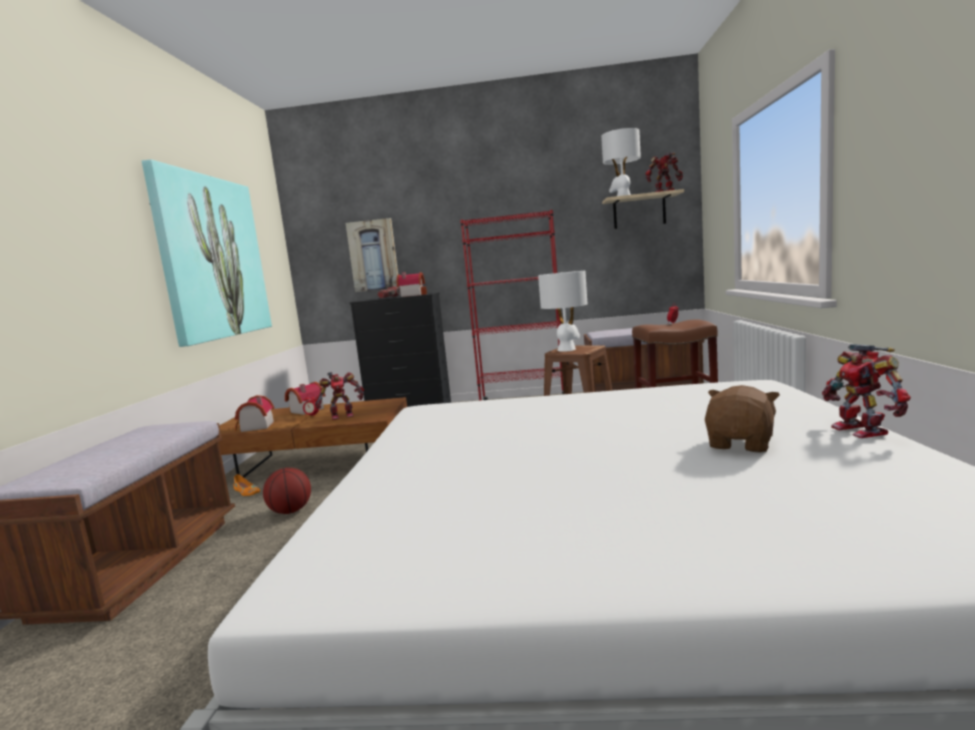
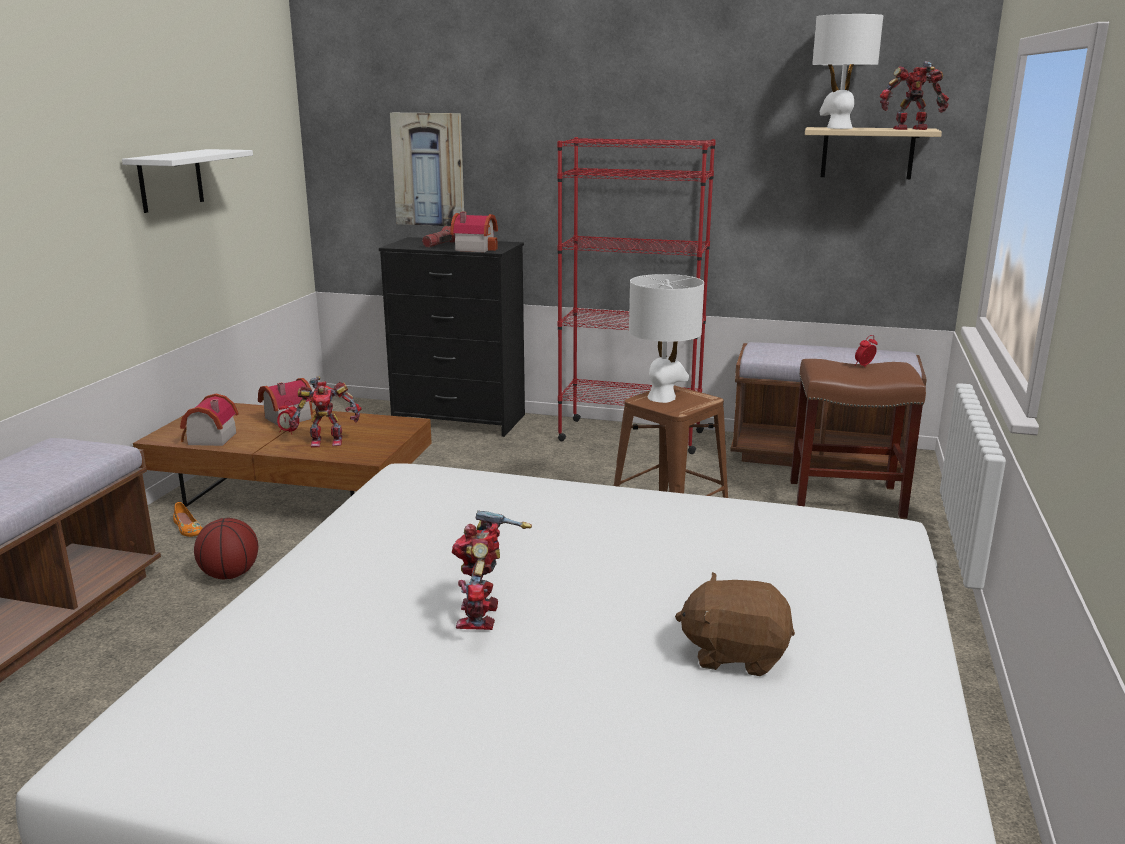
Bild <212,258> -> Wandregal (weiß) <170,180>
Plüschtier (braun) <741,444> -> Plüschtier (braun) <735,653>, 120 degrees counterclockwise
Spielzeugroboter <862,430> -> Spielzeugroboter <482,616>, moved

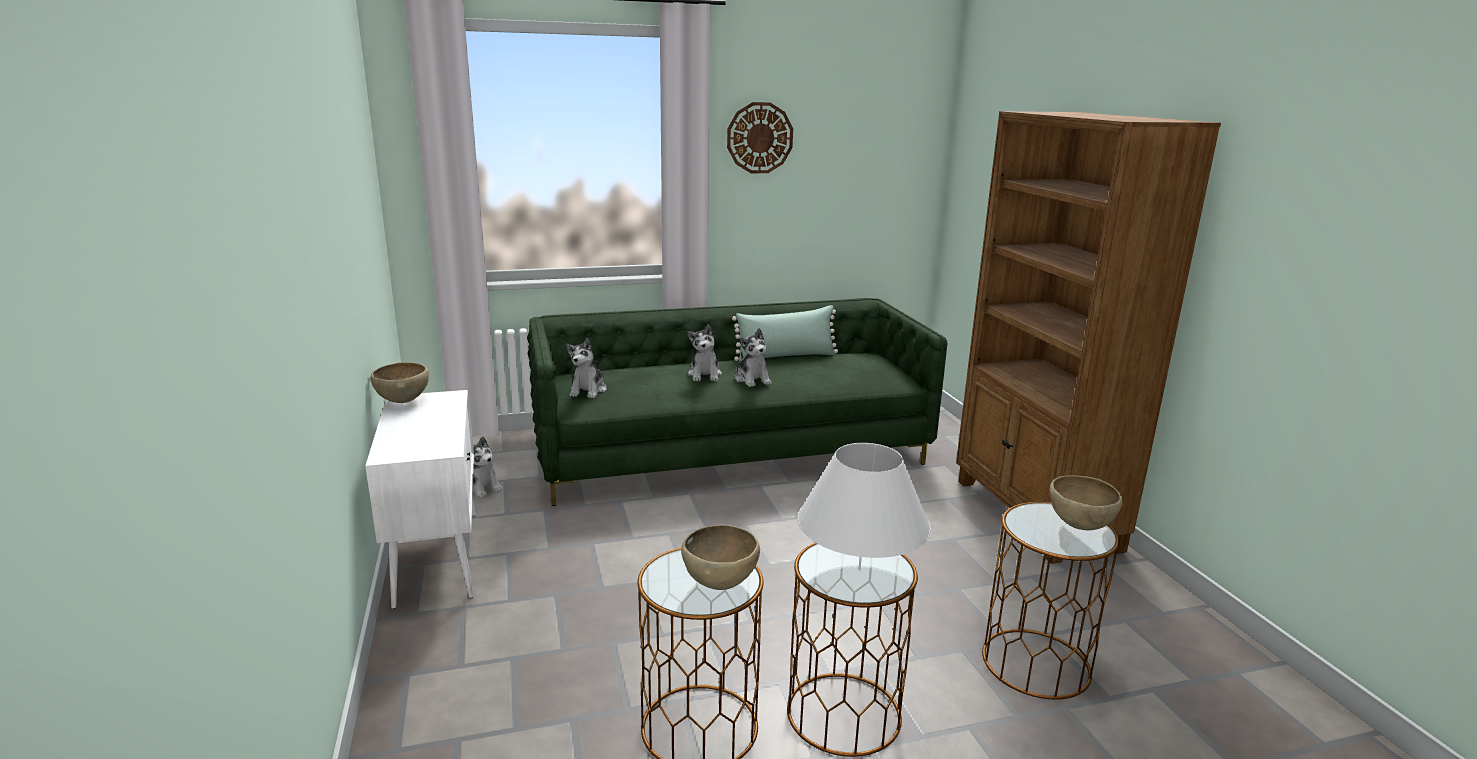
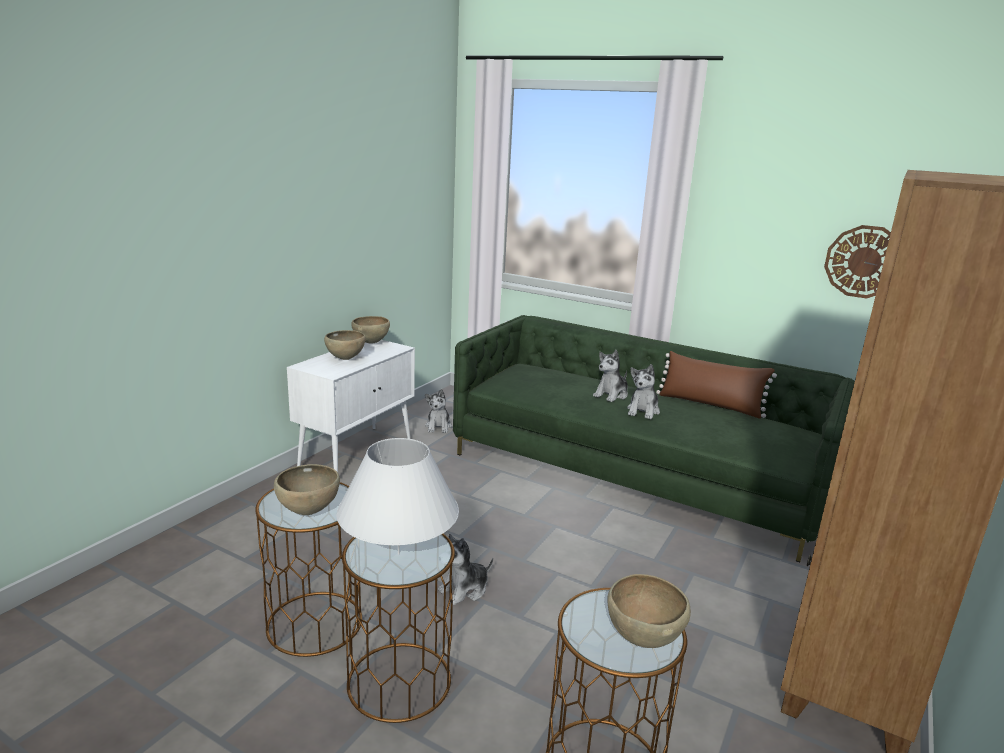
Plüschtier <588,390> -> Plüschtier <464,590>, moved
Wanduhr <759,138> -> Wanduhr <864,261>, moved
Kissen (grün) <786,356> -> Kissen (braun) <710,405>
none -> Schüssel (braun) <346,358>

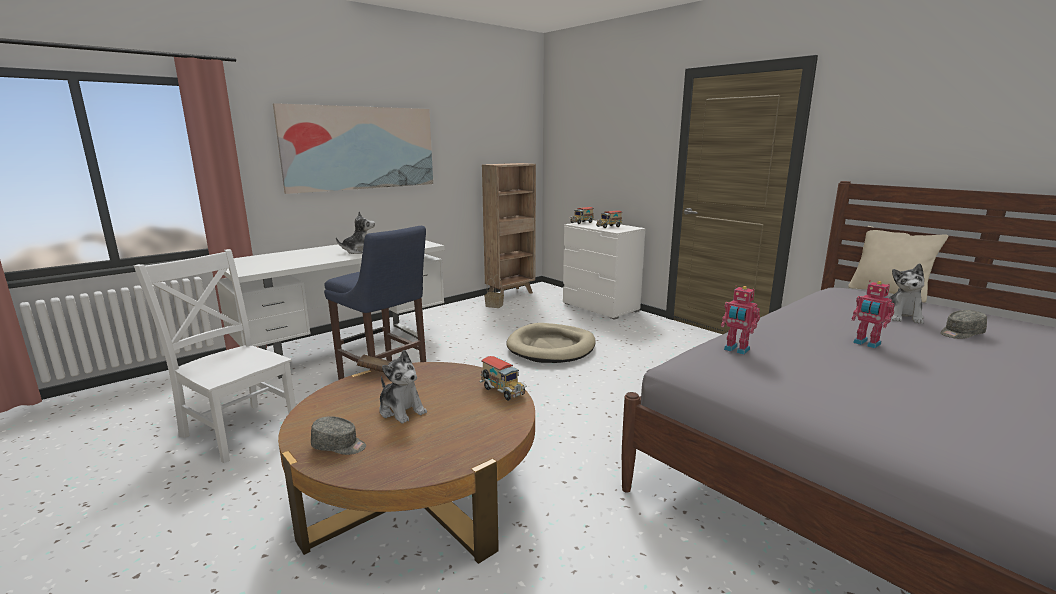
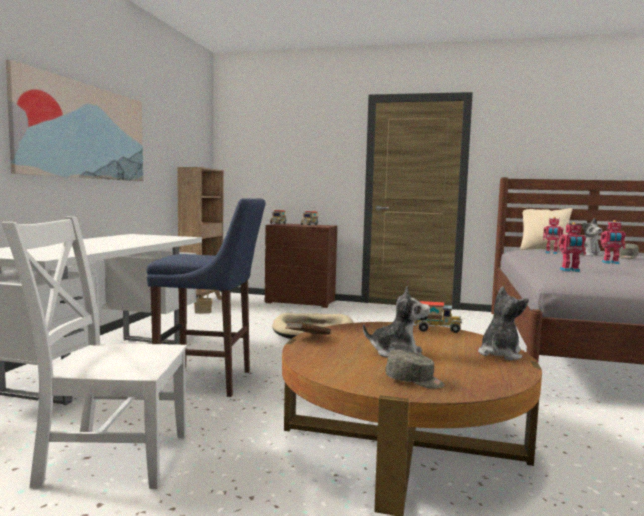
Kappe (grau) <339,446> -> Kappe (grau) <414,381>, 45 degrees clockwise
Plüschtier <359,251> -> Plüschtier <499,354>, moved
Kommode (weiß) <601,307> -> Kommode (braun) <301,302>
none -> Spielzeugroboter <551,253>

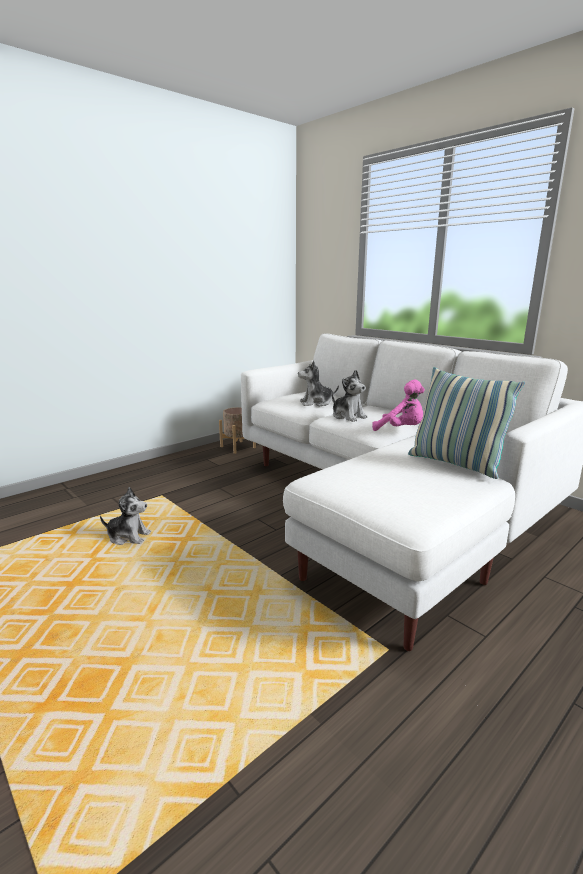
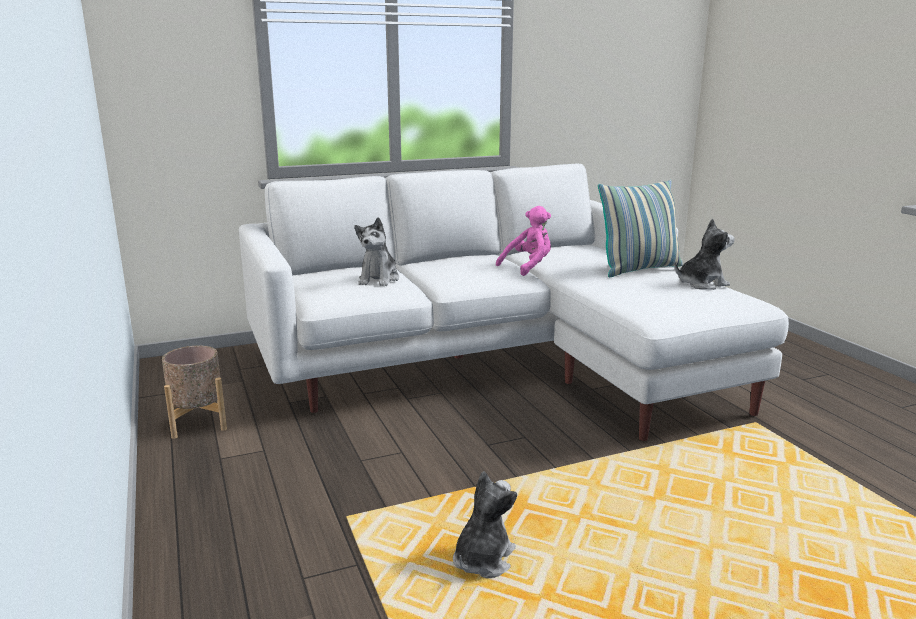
Plüschtier <348,416> -> Plüschtier <701,284>, moved

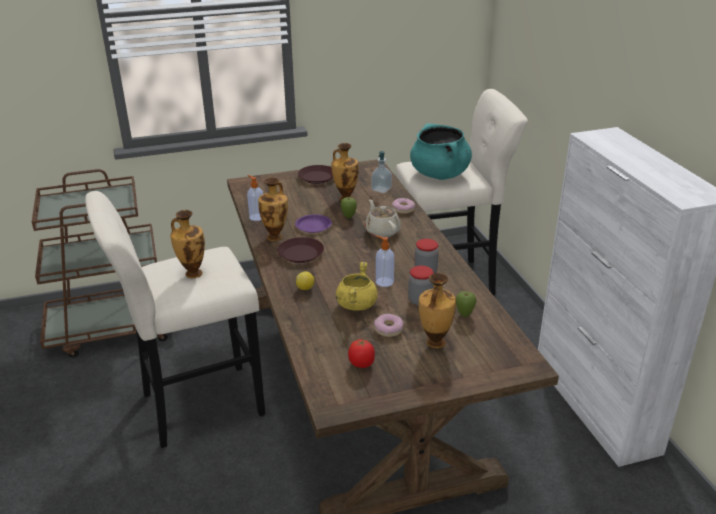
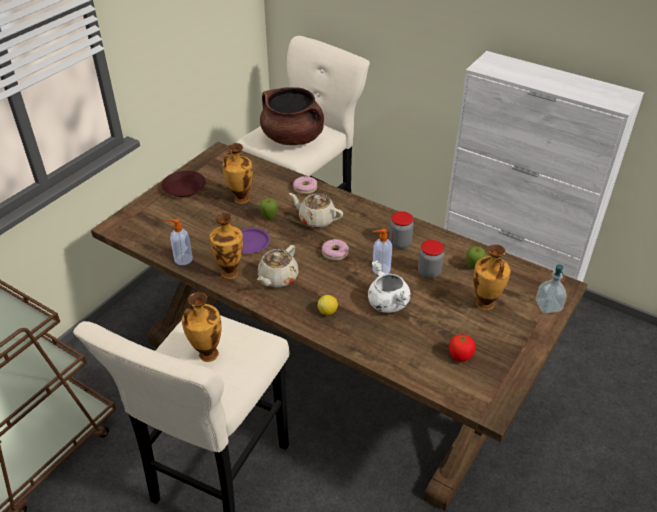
Teller (braun) <301,254> -> Teekanne (beige) <277,278>
Kochtopf (gelb) <356,304> -> Kochtopf (weiß) <387,303>
Seifenspender <381,189> -> Seifenspender <548,306>, moved
Donut <388,329> -> Donut <335,253>, moved
Kochtopf (türkis) <440,174> -> Kochtopf (braun) <293,138>

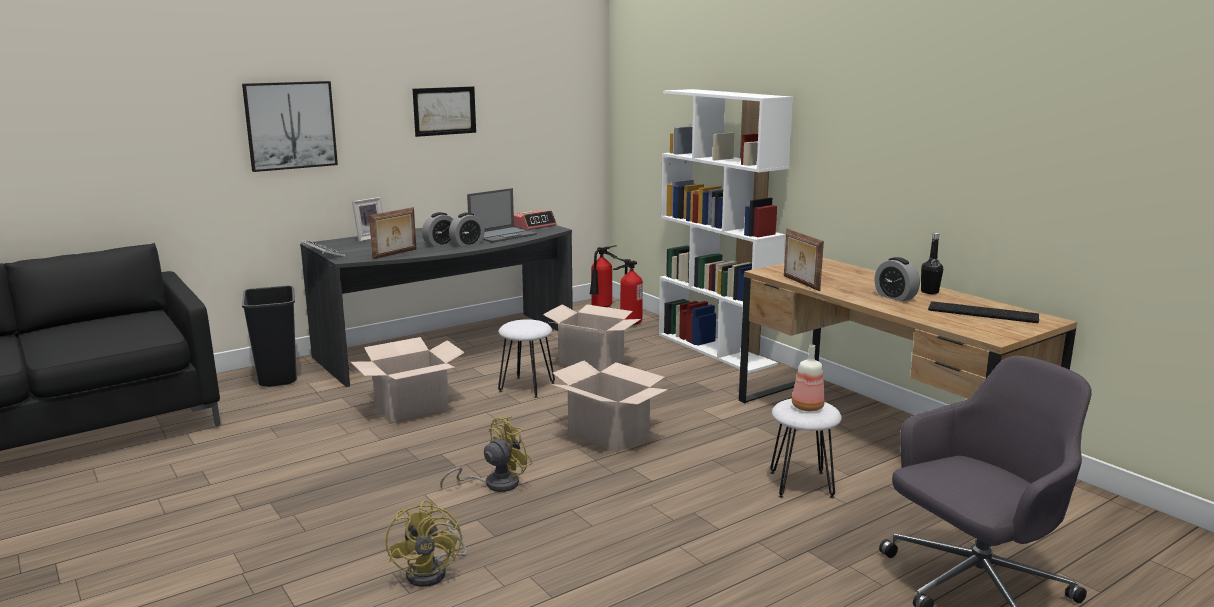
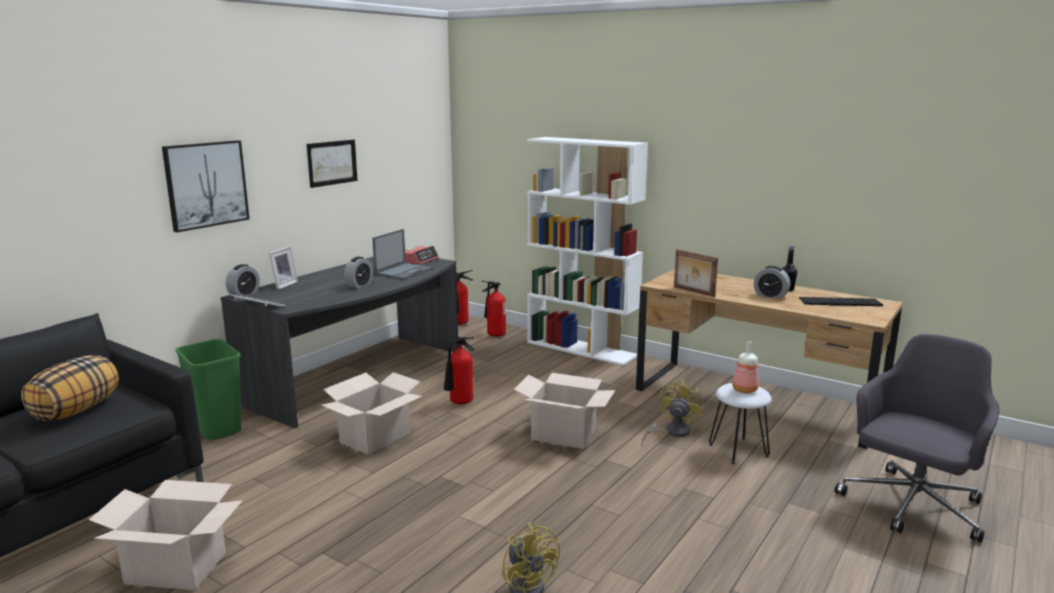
Mülleimer (schwarz) <278,378> -> Mülleimer (grün) <218,429>
Bilderrahmen <395,254> -> none
Ventilator (gelb) <494,484> -> Ventilator (gelb) <672,432>, moved
Wecker <467,244> -> Wecker <244,294>, moved
Hocker (weiß) <526,387> -> Feuerlöscher <460,403>
Karton <591,362> -> Karton <175,568>, moved
none -> Kissen <76,410>

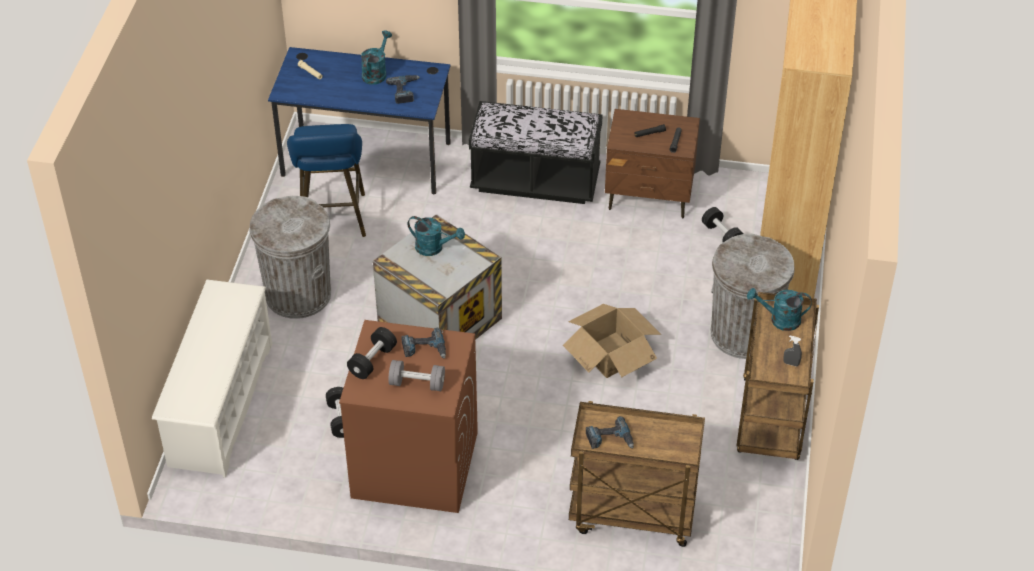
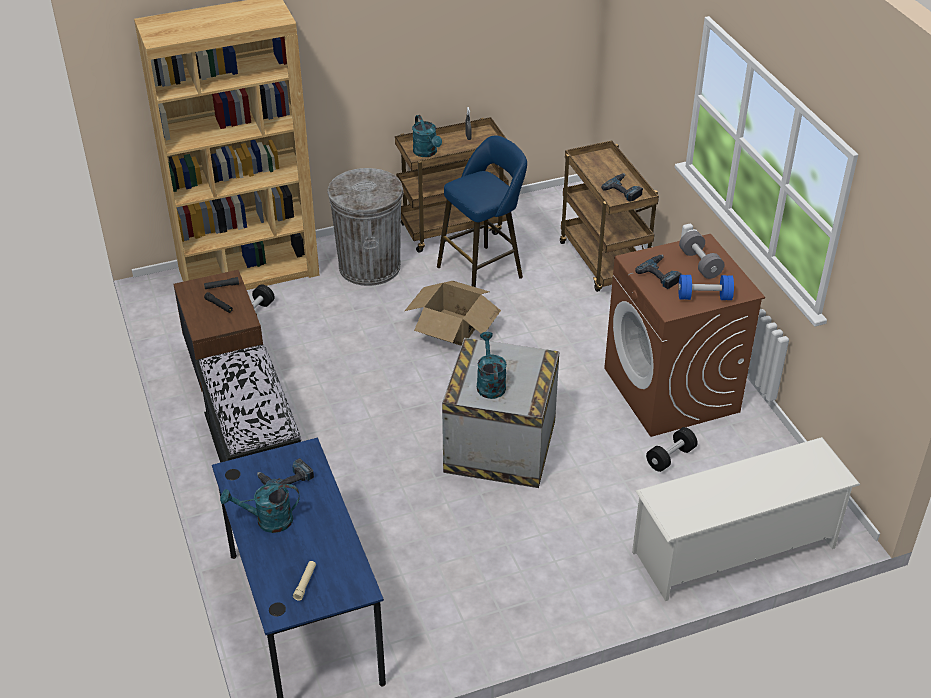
Mülleimer (grau) <298,294> -> none
Hocker (blau) <333,220> -> Hocker (blau) <483,270>, moved
Hantel (schwarz) <372,361> -> Hantel (blau) <704,297>

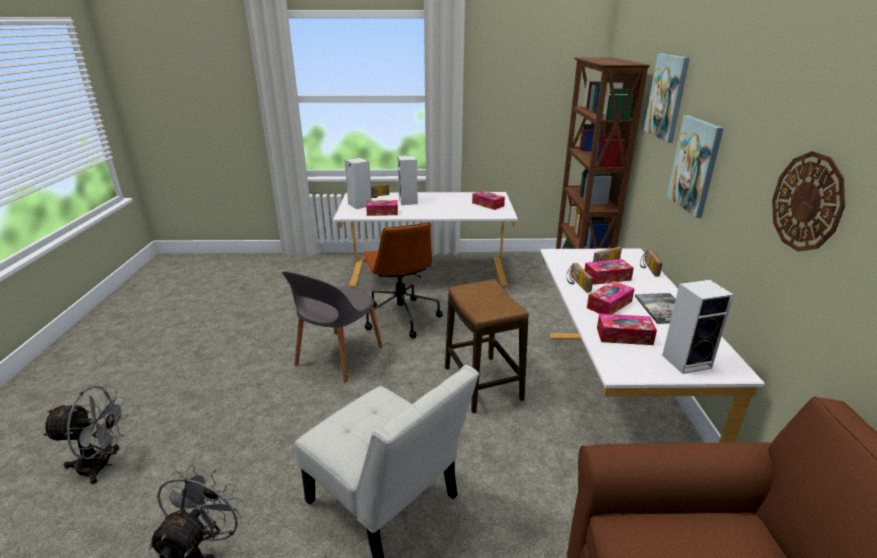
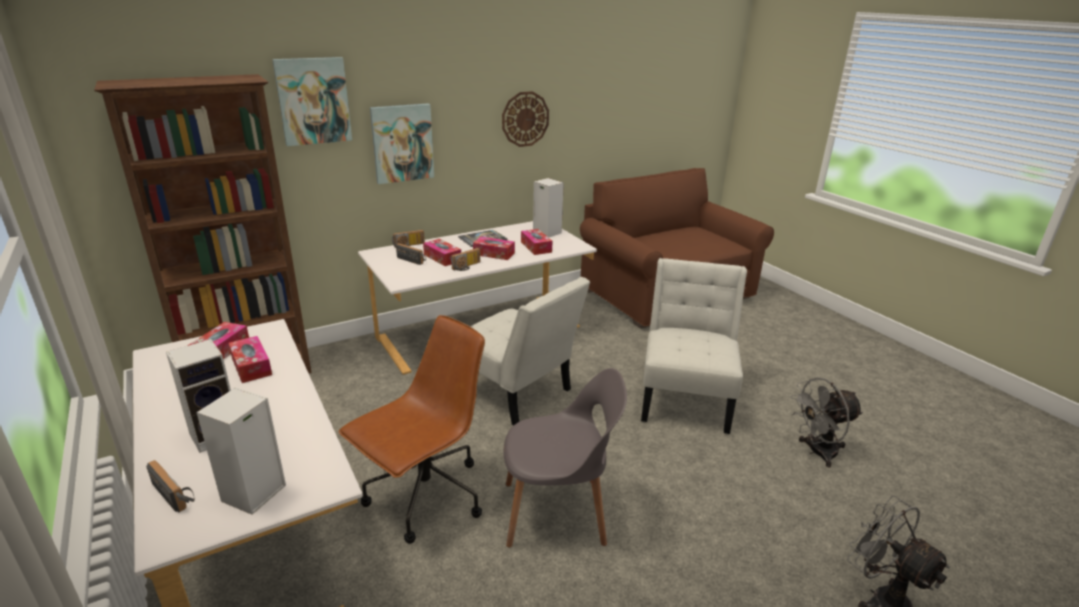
Taschentuchbox <382,212> -> Taschentuchbox <251,366>, moved
Hocker <482,383> -> Stuhl (weiß) <517,394>

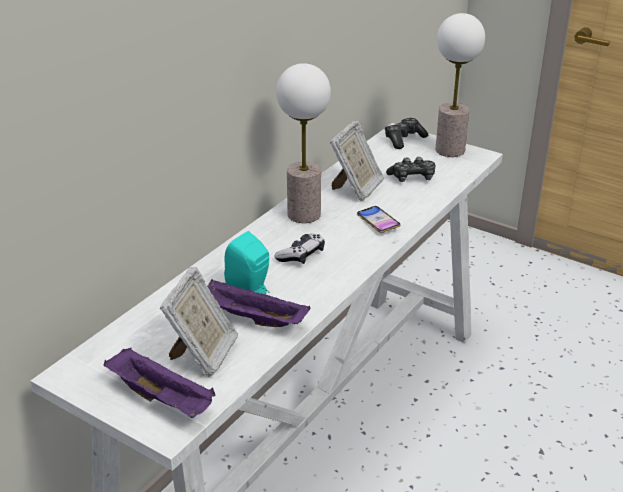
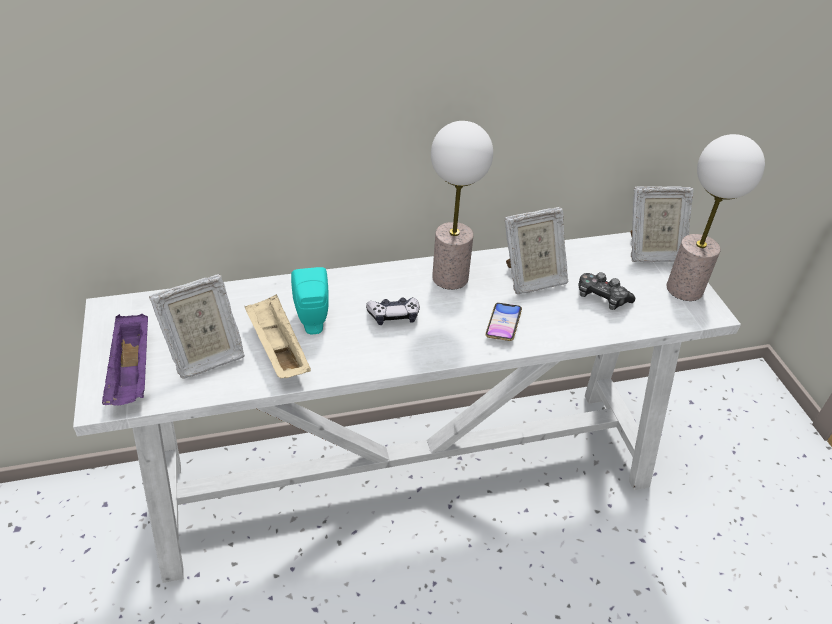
Tablett (lila) <252,319> -> Tablett (beige) <277,349>
Gamepad <404,139> -> Bilderrahmen <651,252>

